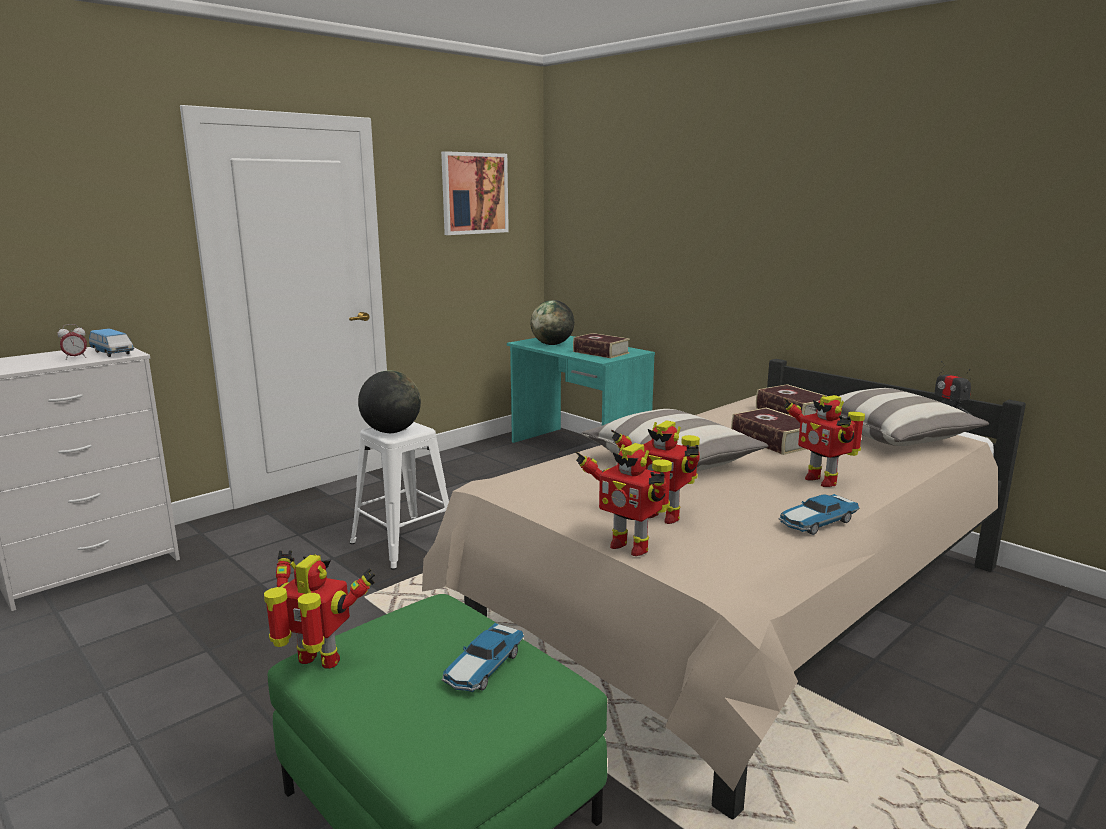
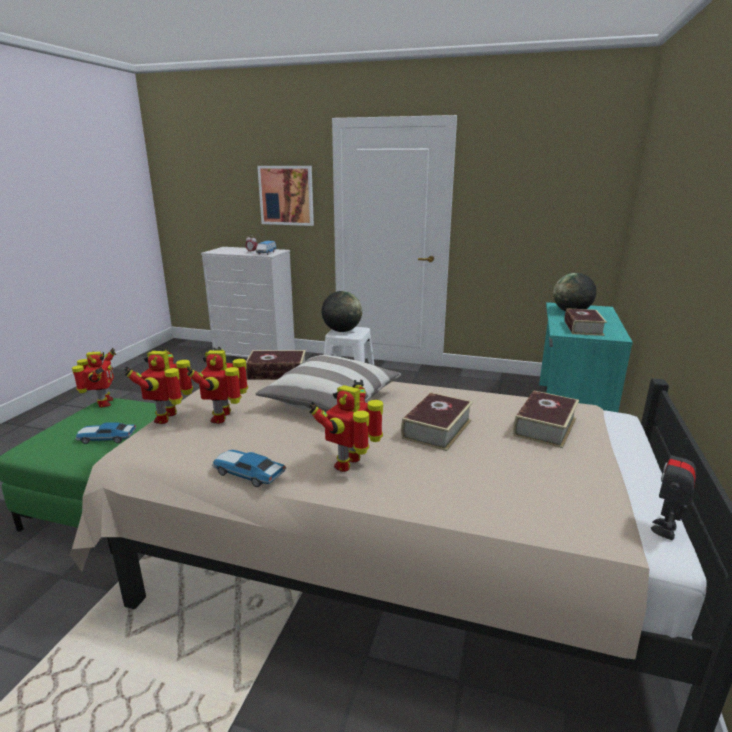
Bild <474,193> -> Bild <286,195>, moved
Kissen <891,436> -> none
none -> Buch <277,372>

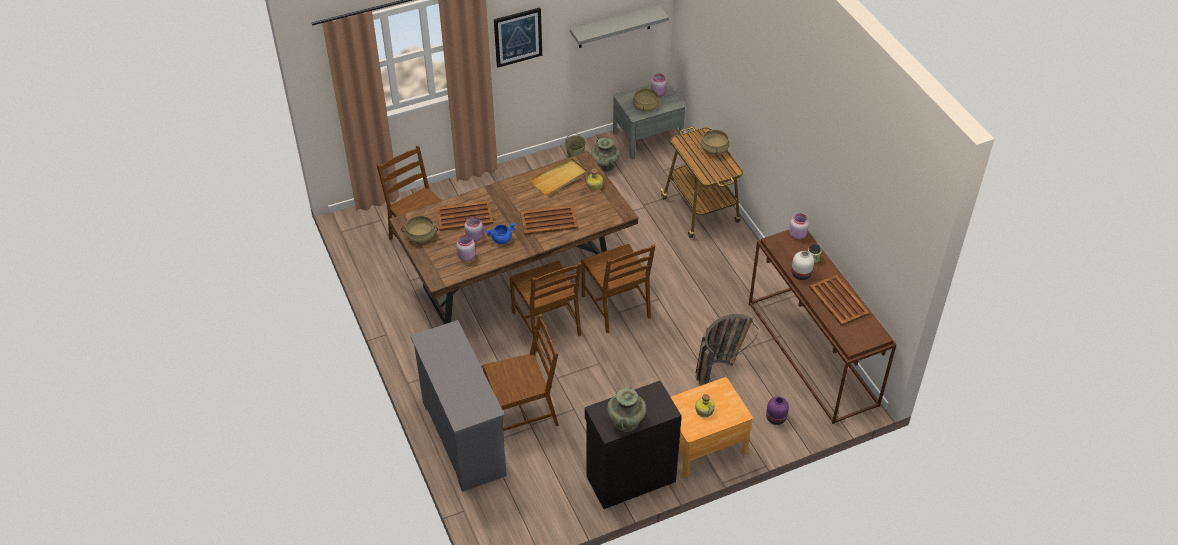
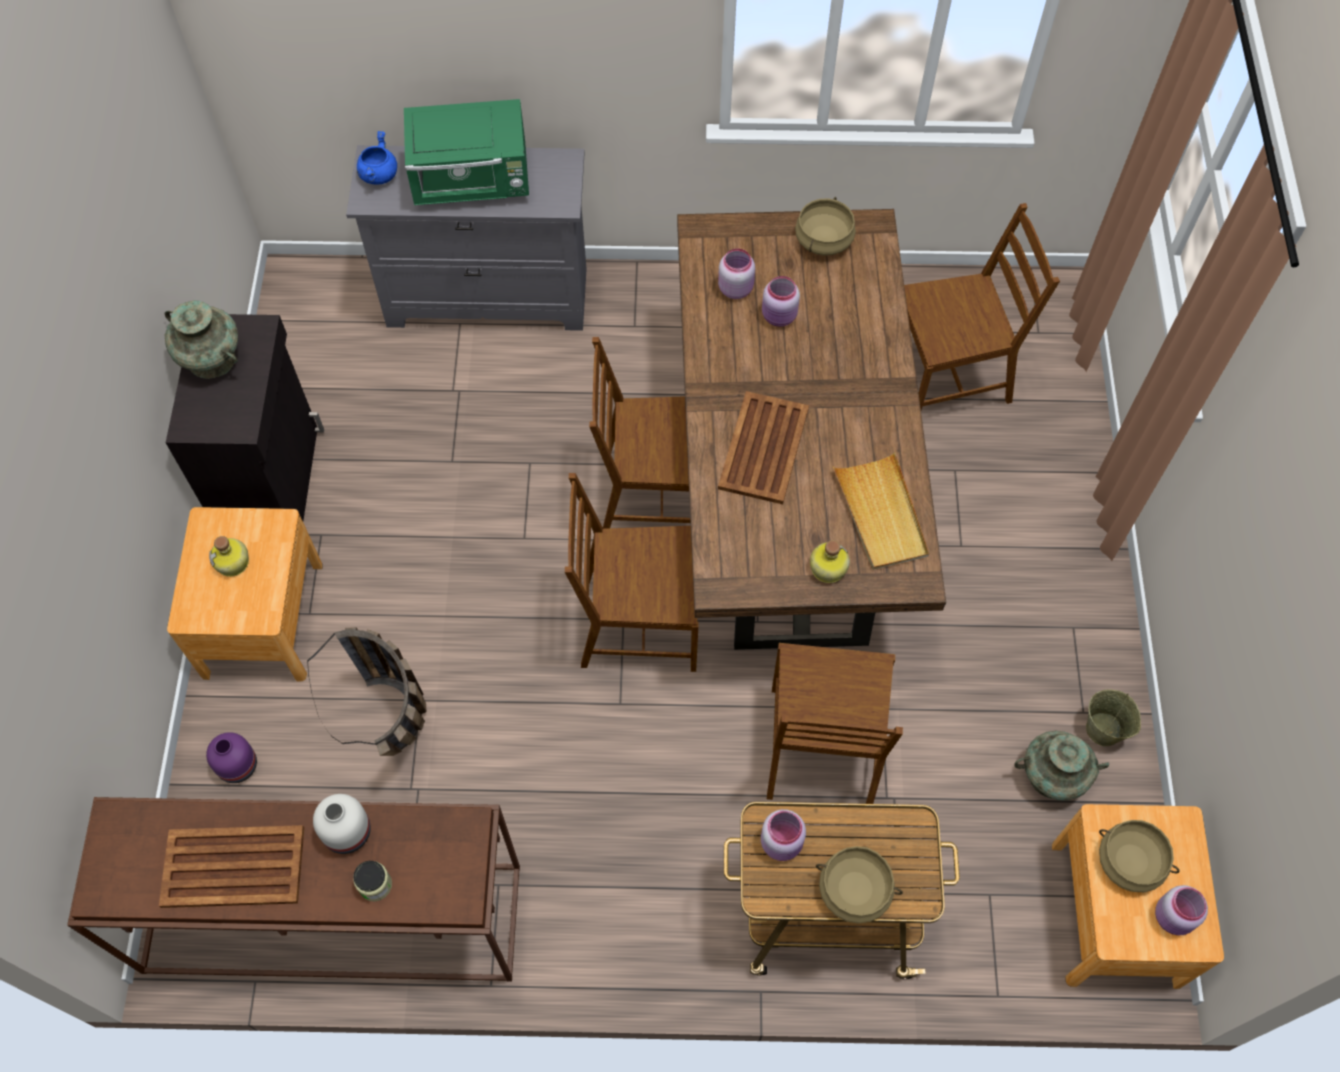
Tablett (braun) <464,216> -> none
Stuhl (braun) <523,413> -> Stuhl (braun) <823,748>, moved
Kochtopf (blau) <501,240> -> Kochtopf (blau) <378,174>, moved
Bild <518,37> -> none
Wandregal (grau) <614,27> -> none
Nachttisch (grau) <647,138> -> Nachttisch (braun) <1115,913>
Vorratsglas (rosa) <797,234> -> Vorratsglas (rosa) <782,843>, moved
none -> Mikrowelle (grün) <473,181>

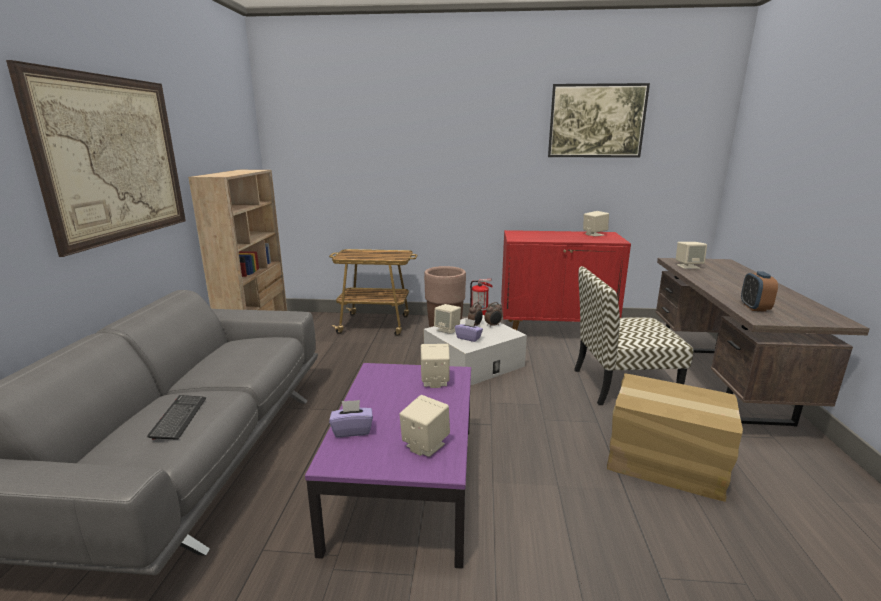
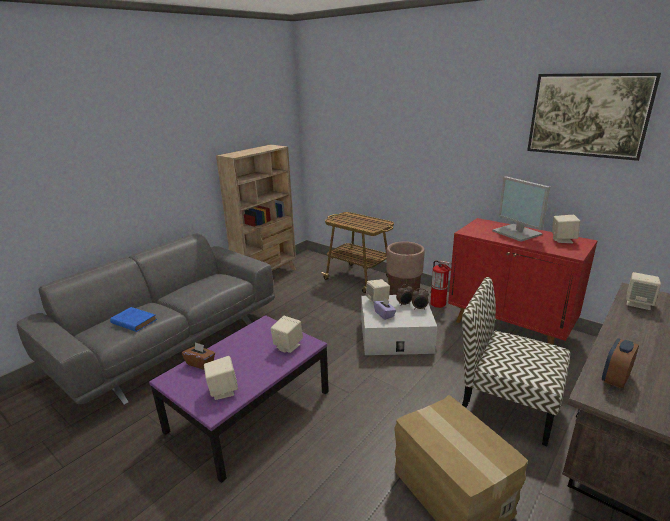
Bild <114,159> -> none
Tastatur <179,418> -> Buch (blau) <133,321>
Taschentuchbox (lila) <352,430> -> Taschentuchbox (braun) <200,363>
none -> Monitor <518,233>

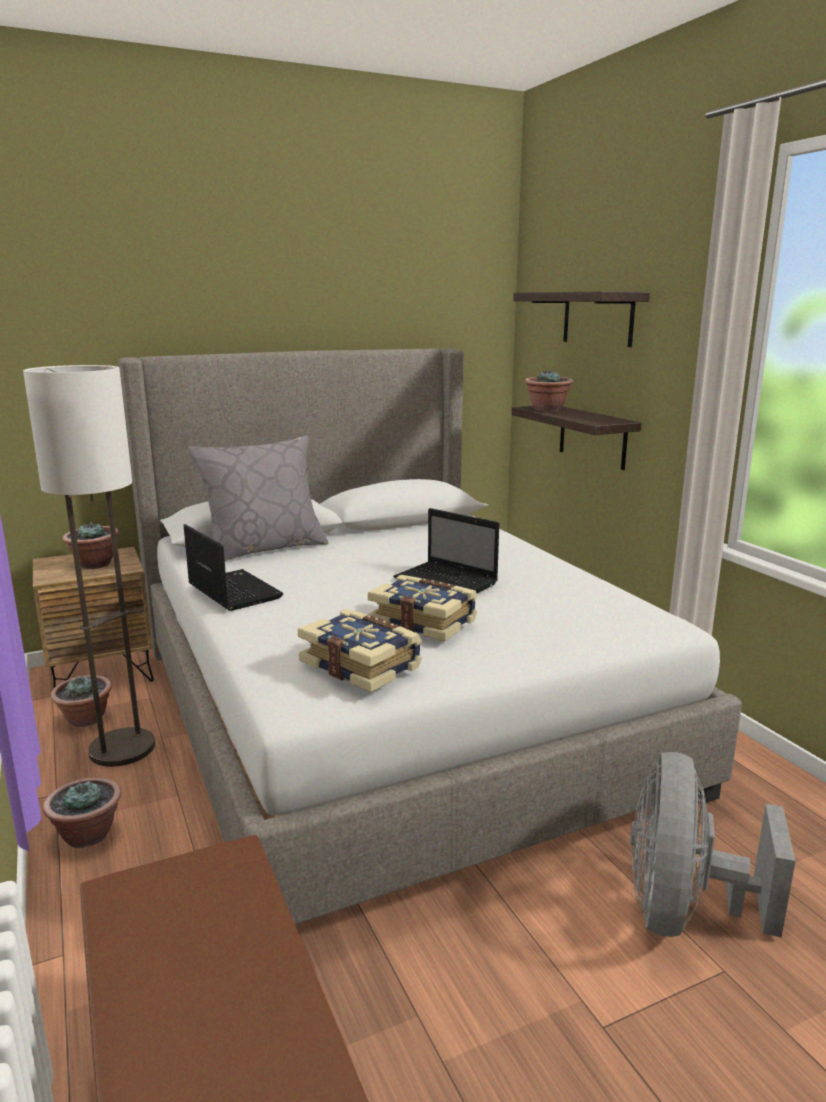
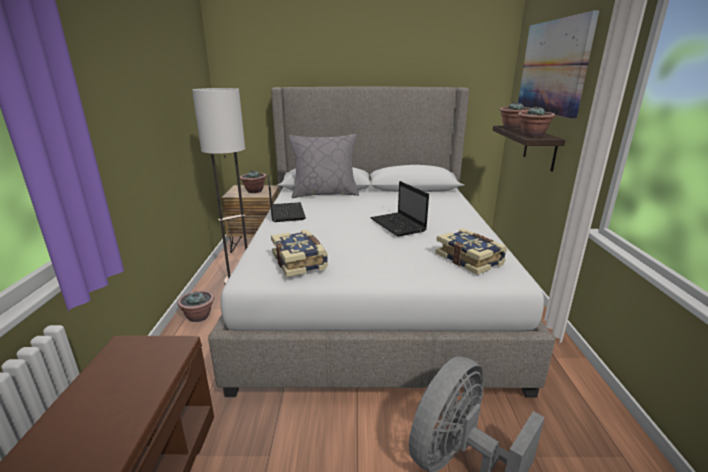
Topfpflanze <86,719> -> Topfpflanze <532,135>, moved
Buch <424,621> -> Buch <470,259>, moved
Wandregal <598,318> -> Bild <553,67>

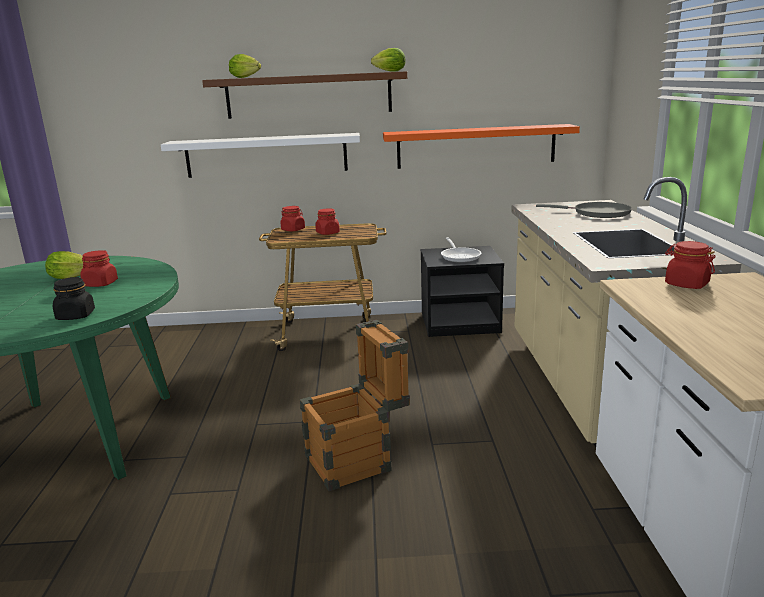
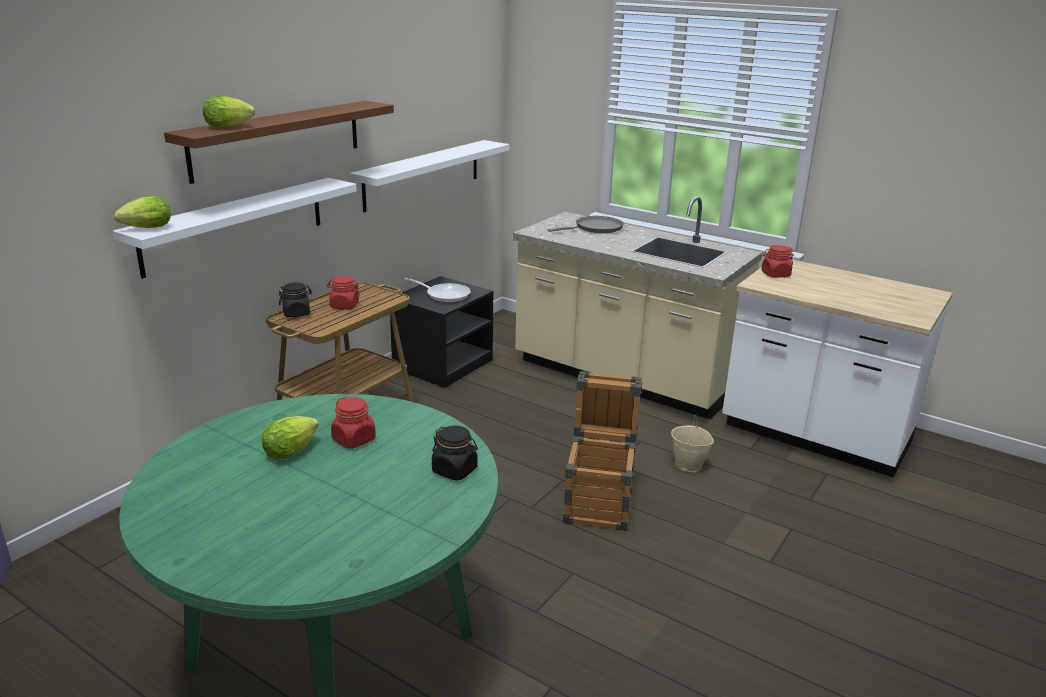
Vorratsglas (rot) <293,230> -> Vorratsglas (schwarz) <297,313>
Salatkopf <388,71> -> Salatkopf <144,229>, moved
Wandregal (orange) <476,146> -> Wandregal (weiß) <423,174>
none -> Eimer (beige) <688,465>

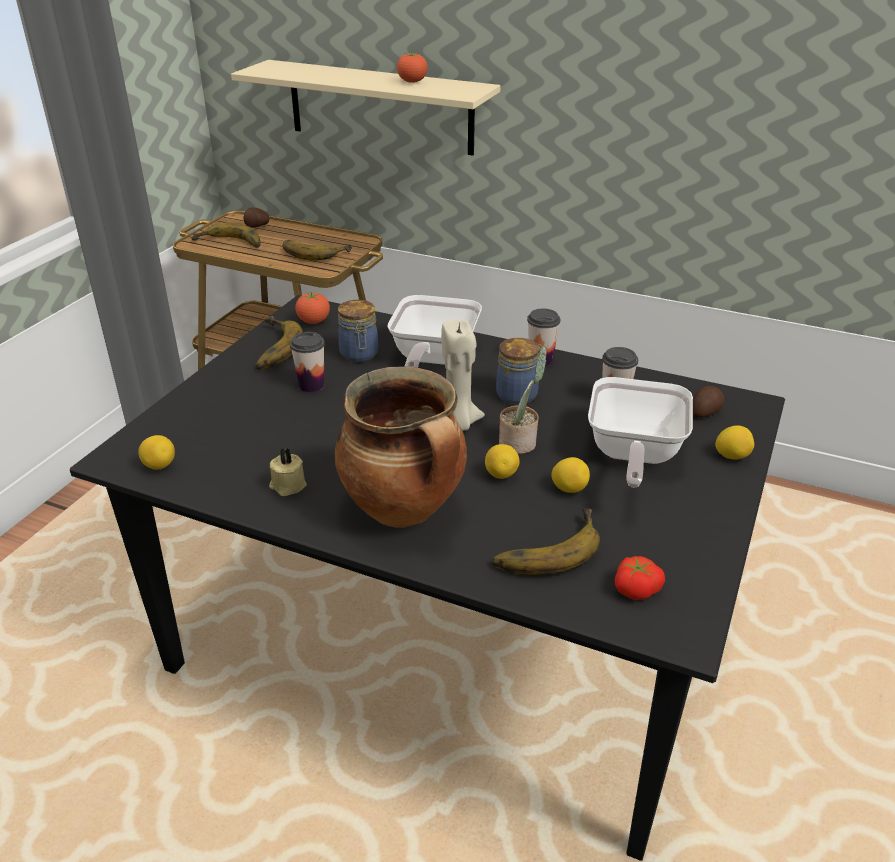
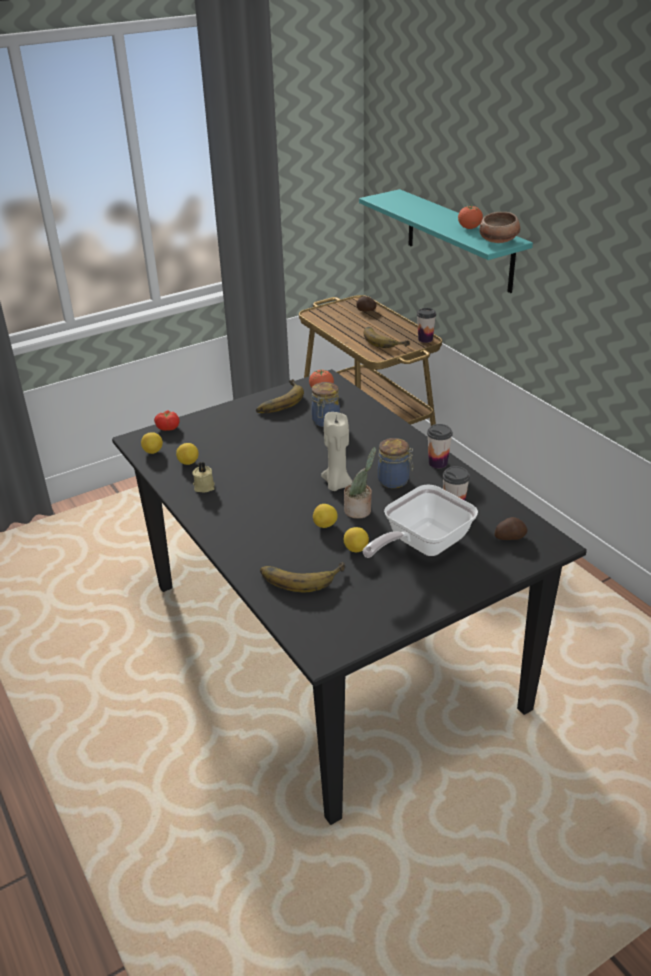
Banane <229,244> -> none
Wandregal (beige) <380,107> -> Wandregal (türkis) <459,240>
Tasse <311,385> -> Tasse <425,339>, moved
Kochtopf <406,510> -> none
Pfanne <432,359> -> none
Tomate <635,588> -> Tomate <168,427>, moved
Zitrone <732,456> -> Zitrone <188,462>, moved
none -> Schüssel <499,241>

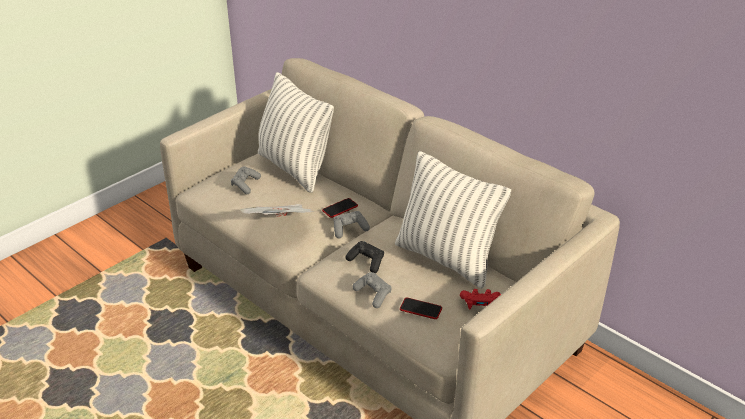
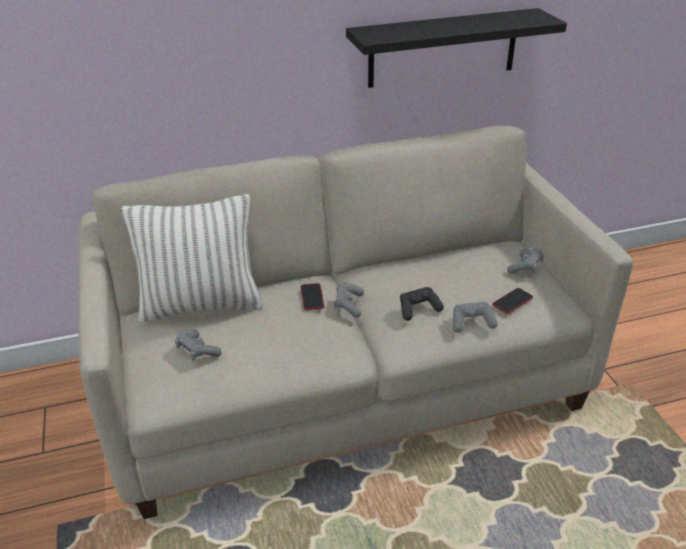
Zeitung <280,225> -> none
Kissen <446,259> -> none
Gamepad (rot) <480,304> -> Gamepad (grau) <525,267>
none -> Wandregal (schwarz) <443,48>

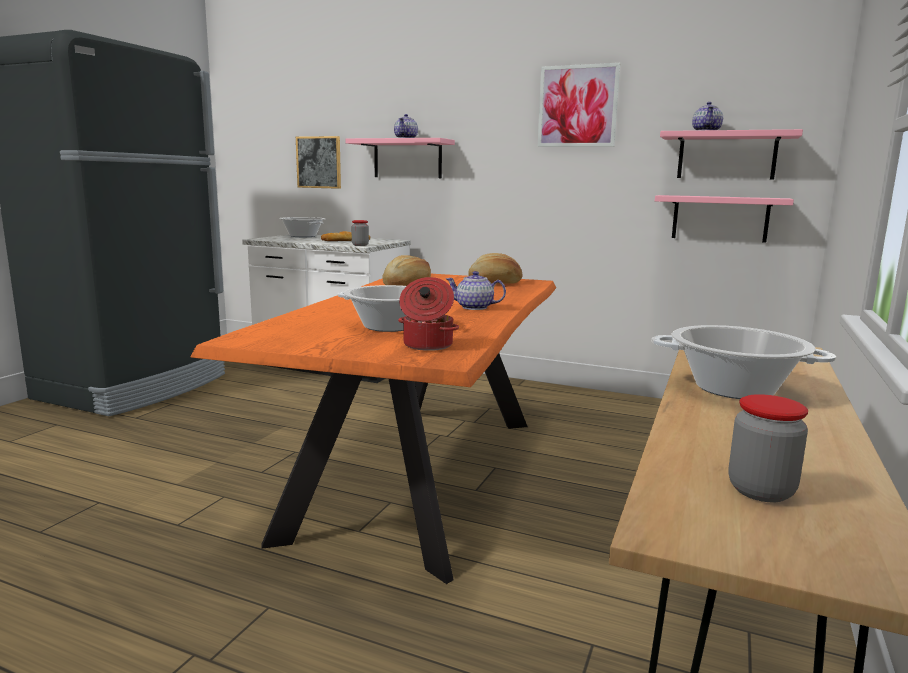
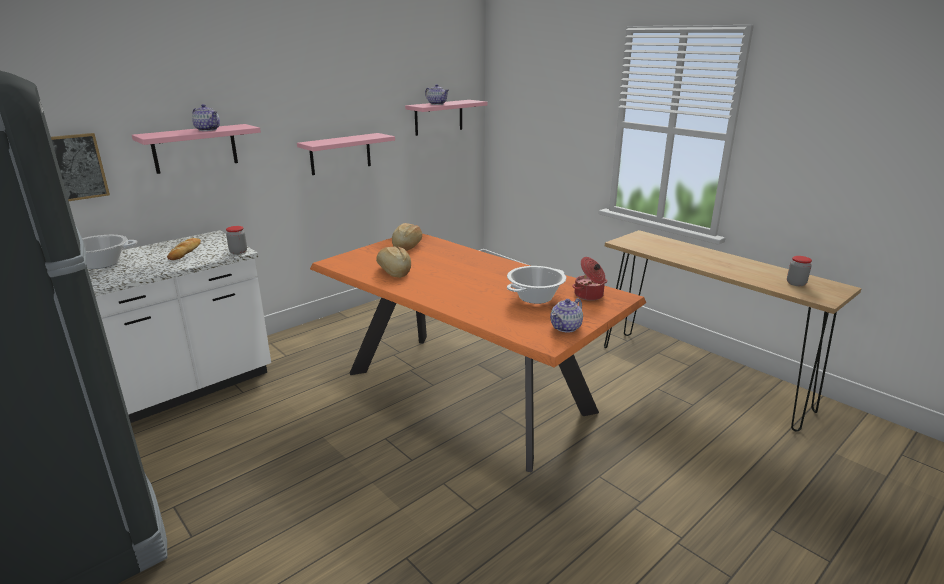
Teekanne <475,307> -> Teekanne <566,327>, moved
Bild <578,106> -> none
Kochtopf <734,389> -> none
Wandregal (rosa) <720,218> -> Wandregal (rosa) <340,154>, moved

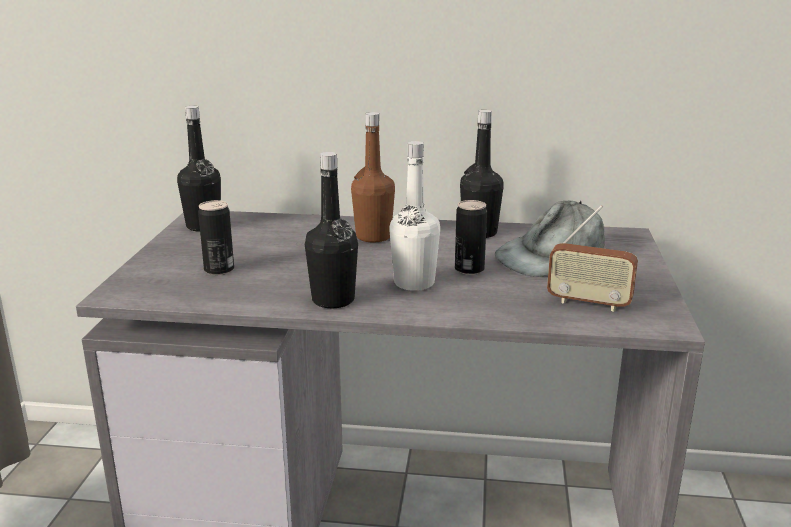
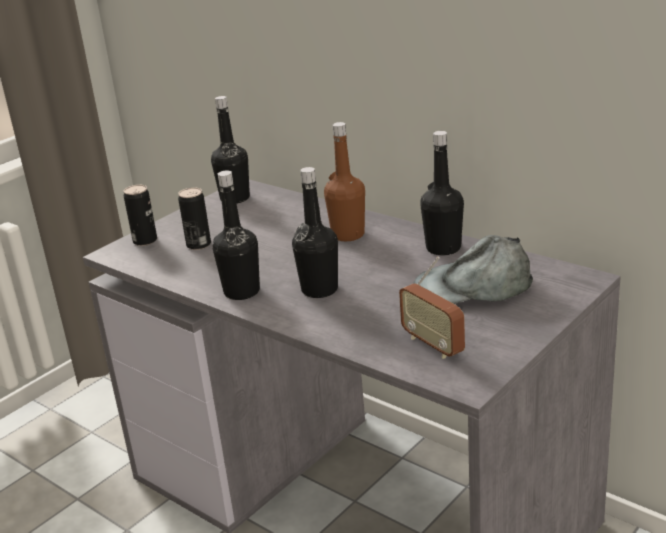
Flasche (weiß) <414,283> -> Flasche (schwarz) <319,290>
Dose <469,269> -> Dose <145,241>, moved

